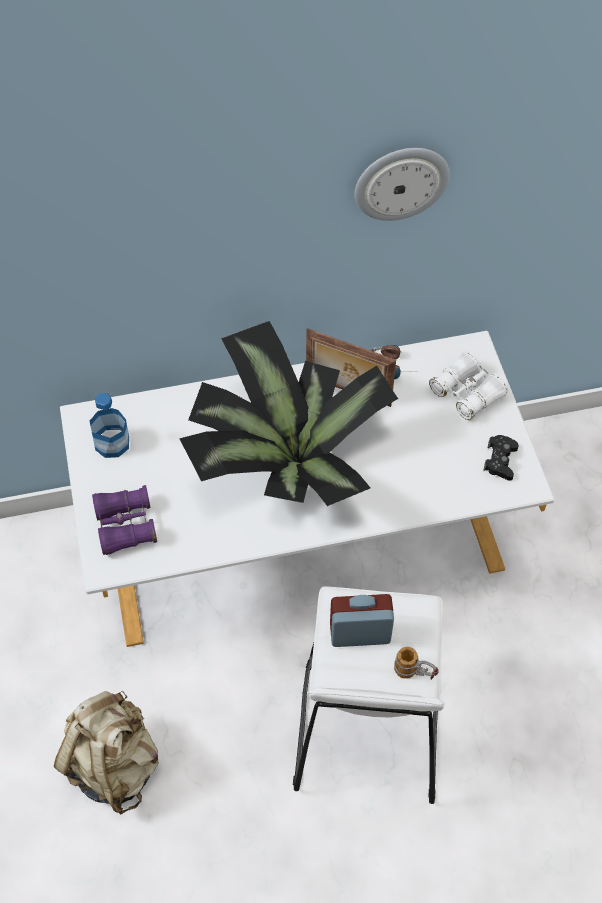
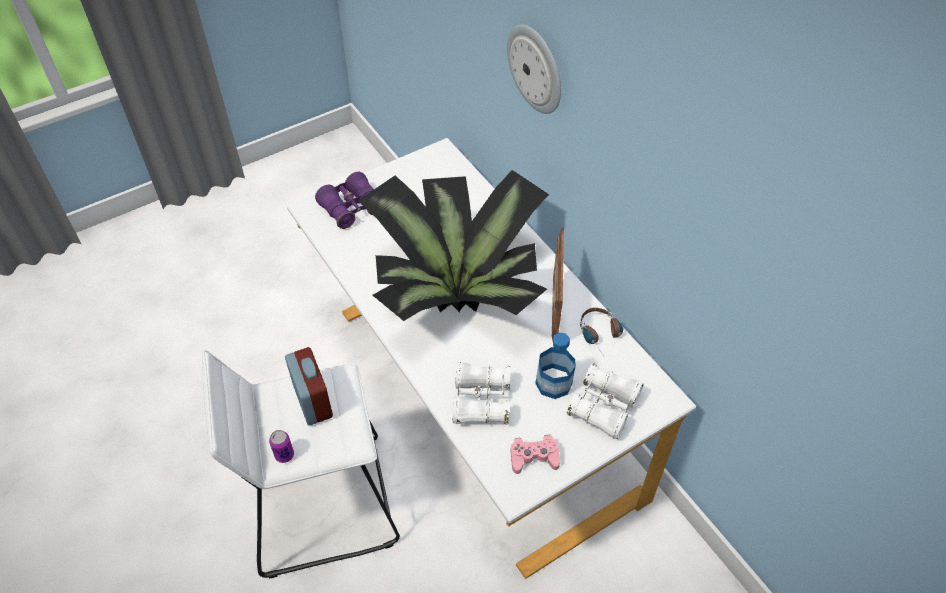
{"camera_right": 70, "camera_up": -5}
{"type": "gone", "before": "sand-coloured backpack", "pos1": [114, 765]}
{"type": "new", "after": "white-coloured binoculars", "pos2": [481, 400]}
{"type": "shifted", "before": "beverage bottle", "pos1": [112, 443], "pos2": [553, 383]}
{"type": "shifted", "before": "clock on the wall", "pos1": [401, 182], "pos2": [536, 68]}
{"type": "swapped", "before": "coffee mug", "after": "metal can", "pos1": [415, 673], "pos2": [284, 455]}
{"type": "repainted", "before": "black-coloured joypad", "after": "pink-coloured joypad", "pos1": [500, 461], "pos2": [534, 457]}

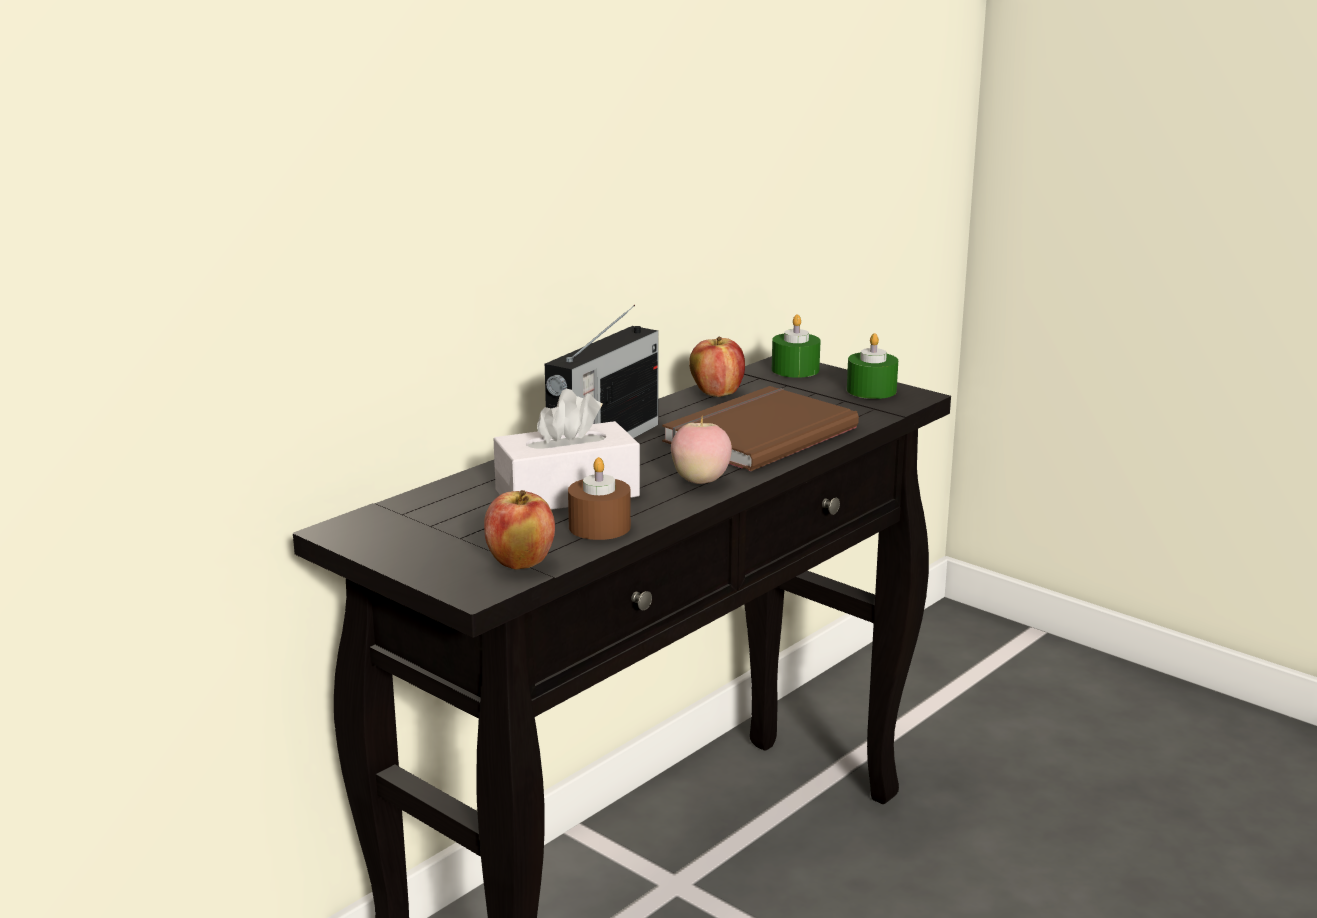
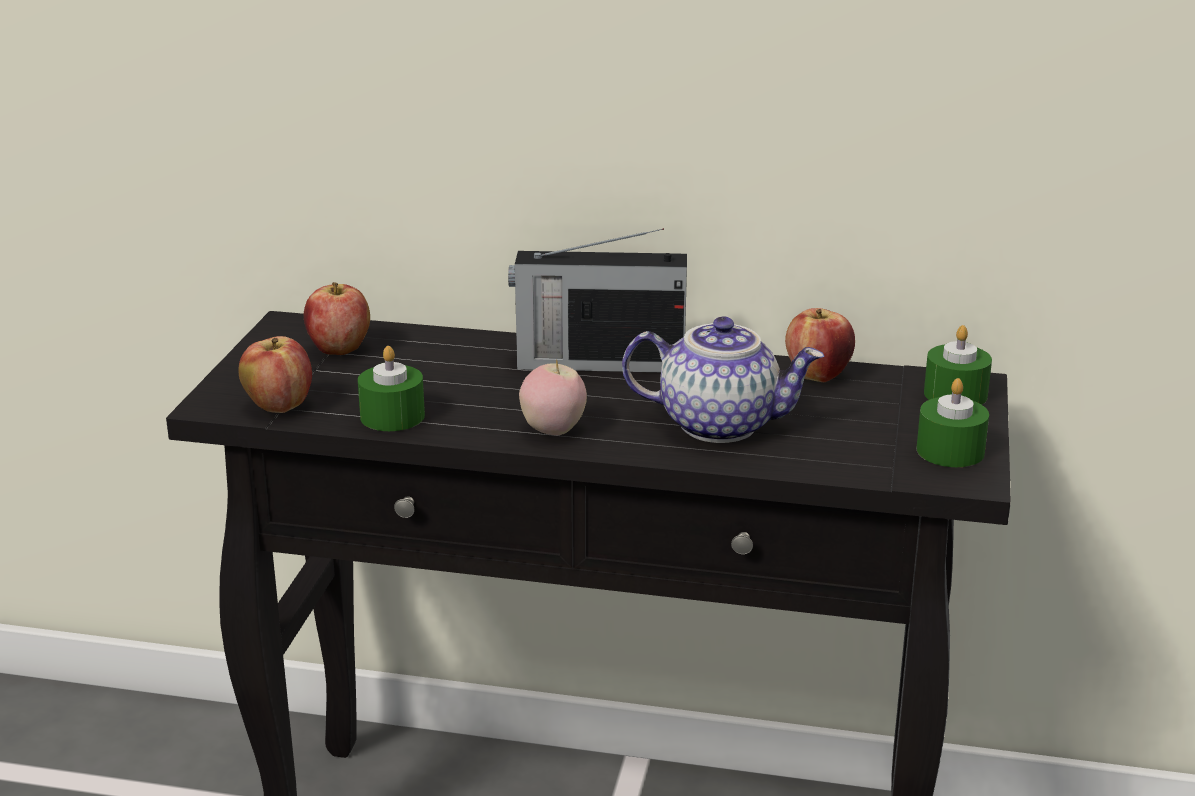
{"camera_right": 60, "camera_up": 5}
{"type": "gone", "before": "white-coloured box of tissues", "pos1": [567, 493]}
{"type": "new", "after": "apple fruit", "pos2": [339, 350]}
{"type": "swapped", "before": "brown book", "after": "pot for tea", "pos1": [755, 434], "pos2": [720, 424]}
{"type": "repainted", "before": "brown wax light", "after": "green wax light", "pos1": [599, 527], "pos2": [392, 416]}

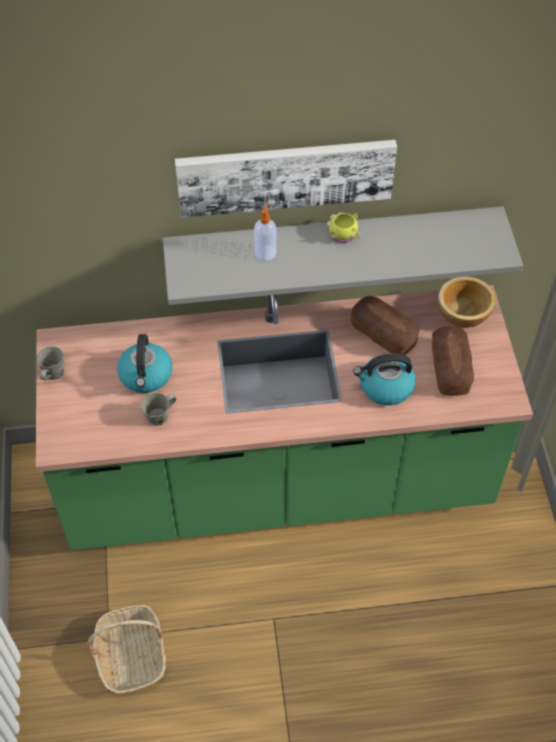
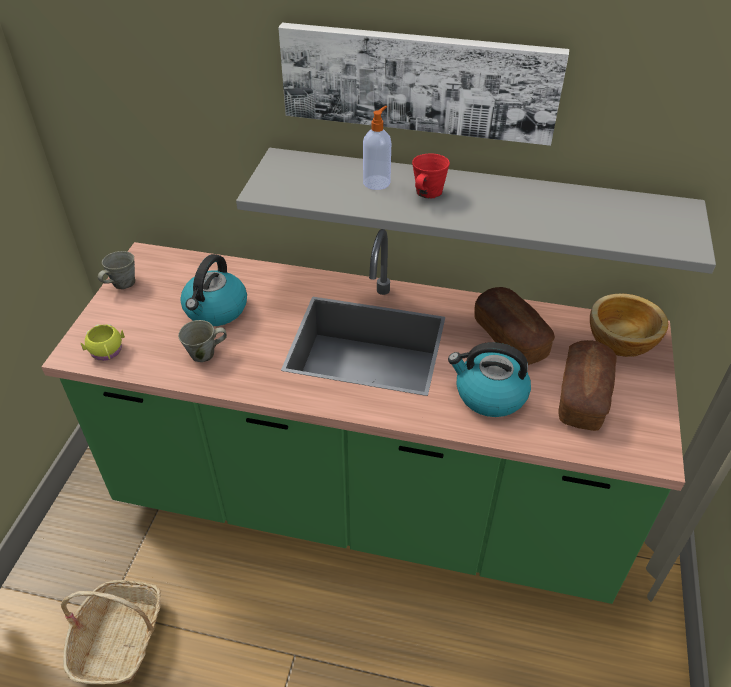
{"camera_right": 20, "camera_up": -10}
{"type": "new", "after": "red coffee mug", "pos2": [427, 193]}
{"type": "shifted", "before": "yellowish coffee mug", "pos1": [344, 235], "pos2": [107, 352]}

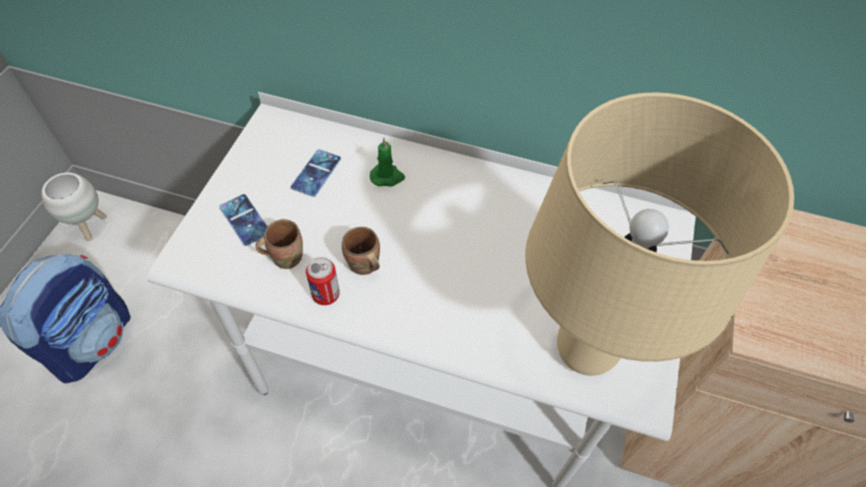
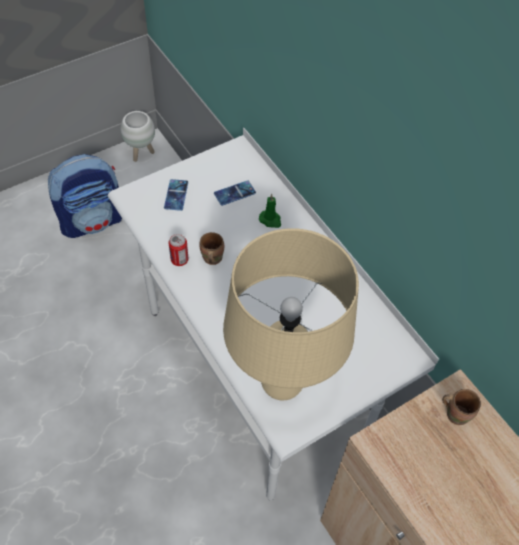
{"camera_right": 40, "camera_up": 0}
{"type": "shifted", "before": "brown coffee mug", "pos1": [285, 256], "pos2": [456, 413]}

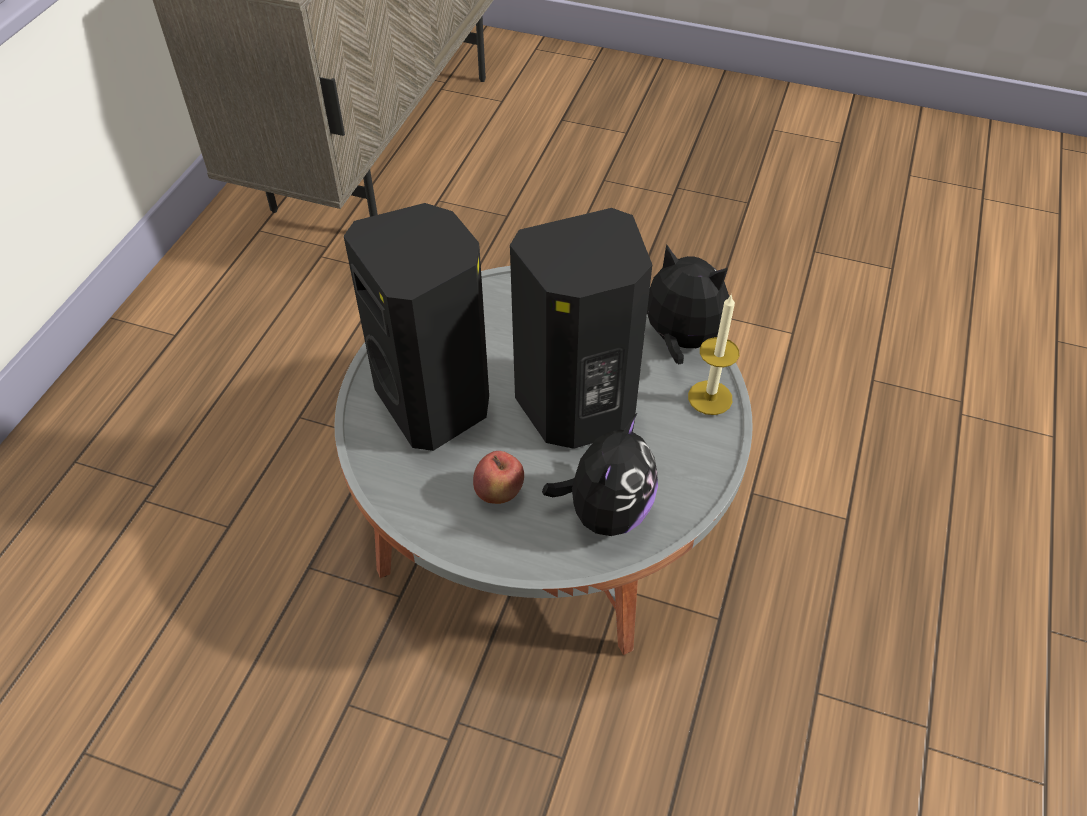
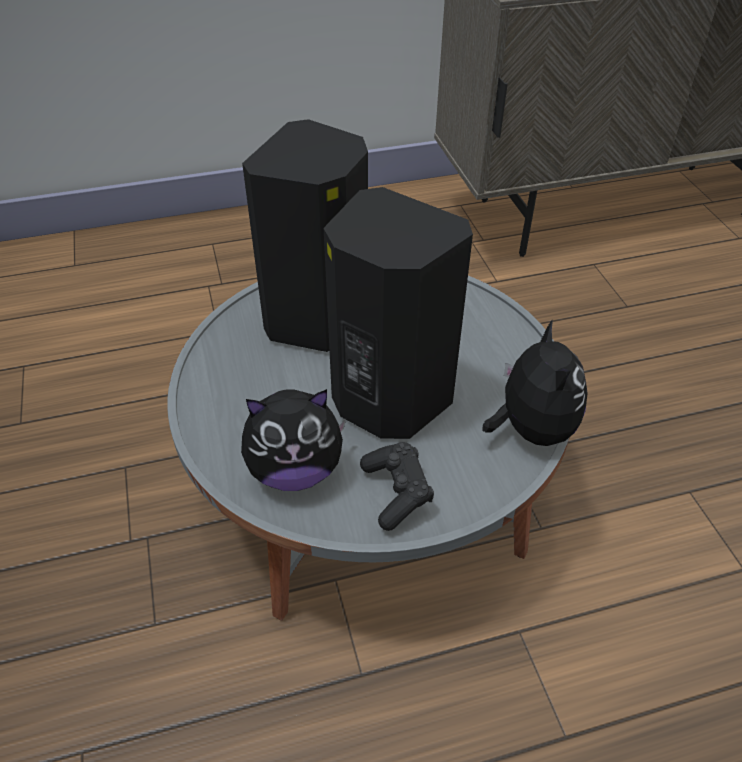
{"camera_right": 55, "camera_up": -5}
{"type": "gone", "before": "apple fruit", "pos1": [499, 493]}
{"type": "gone", "before": "wax light", "pos1": [710, 397]}
{"type": "new", "after": "black-coloured joypad", "pos2": [397, 492]}

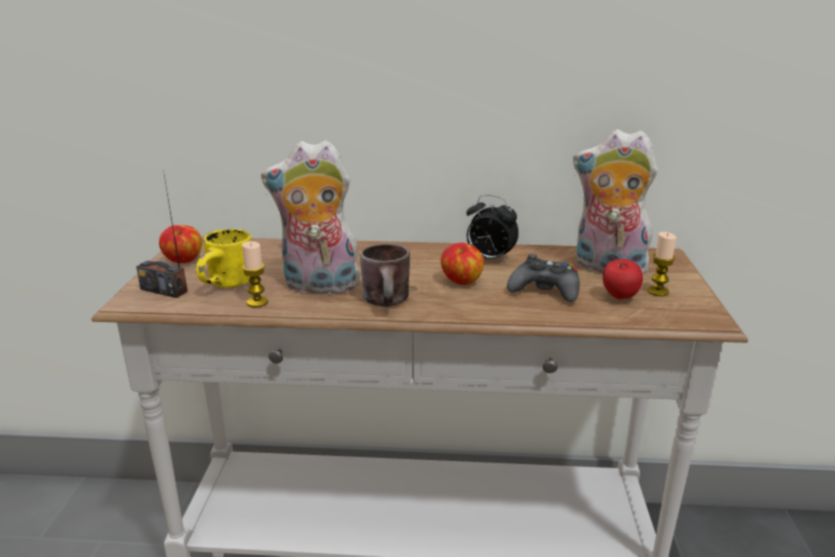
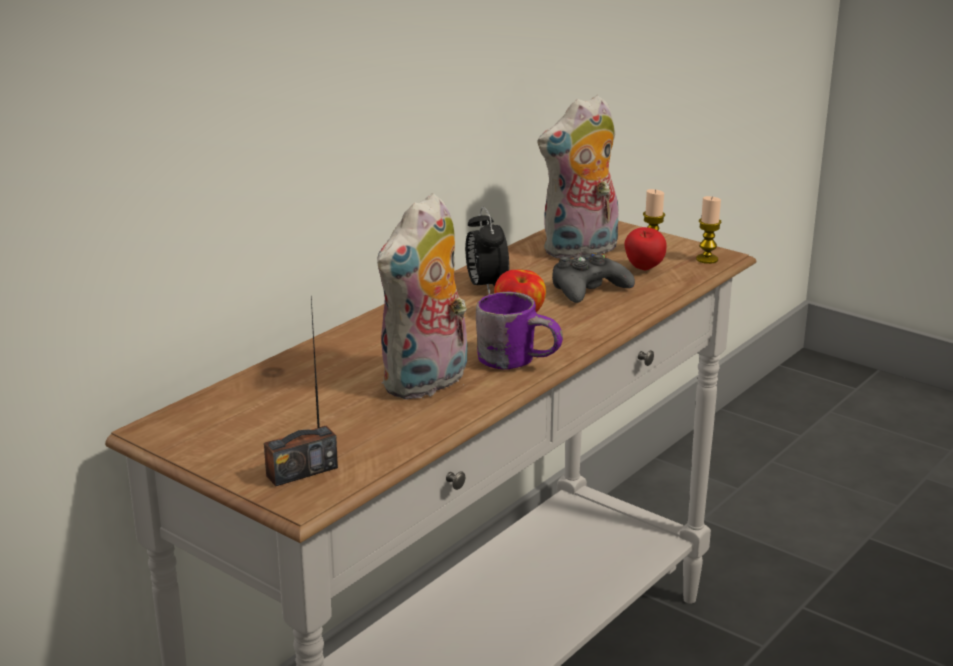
{"camera_right": -55, "camera_up": 0}
{"type": "gone", "before": "apple fruit", "pos1": [183, 261]}
{"type": "gone", "before": "yellowish coffee mug", "pos1": [230, 285]}
{"type": "shifted", "before": "wax light", "pos1": [257, 302], "pos2": [707, 259]}
{"type": "repainted", "before": "brown coffee mug", "after": "purplish coffee mug", "pos1": [390, 302], "pos2": [519, 360]}
{"type": "rotated", "before": "bedside clock", "pos1": [489, 259], "pos2": [486, 287], "turn": 105}

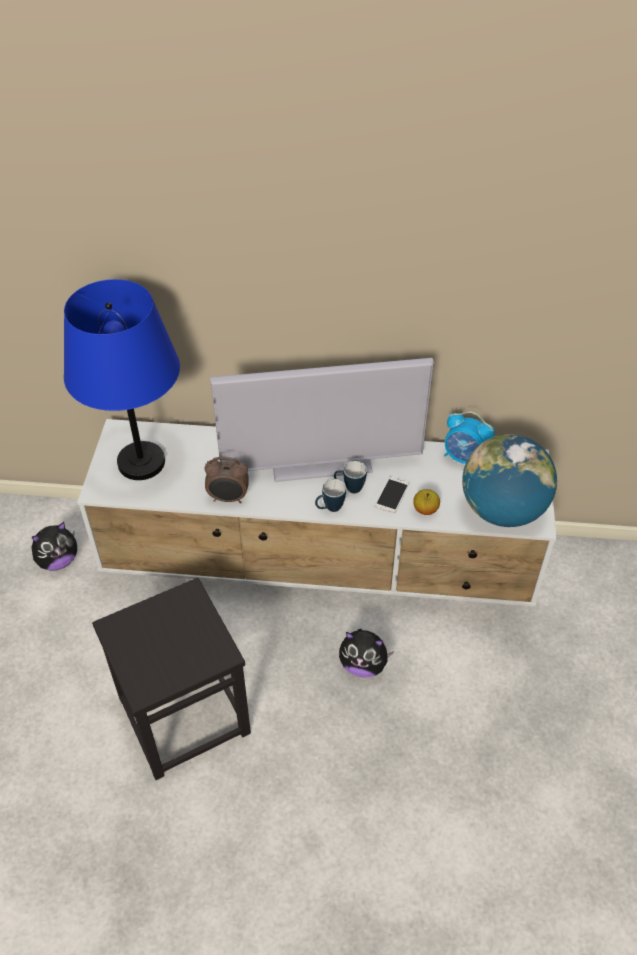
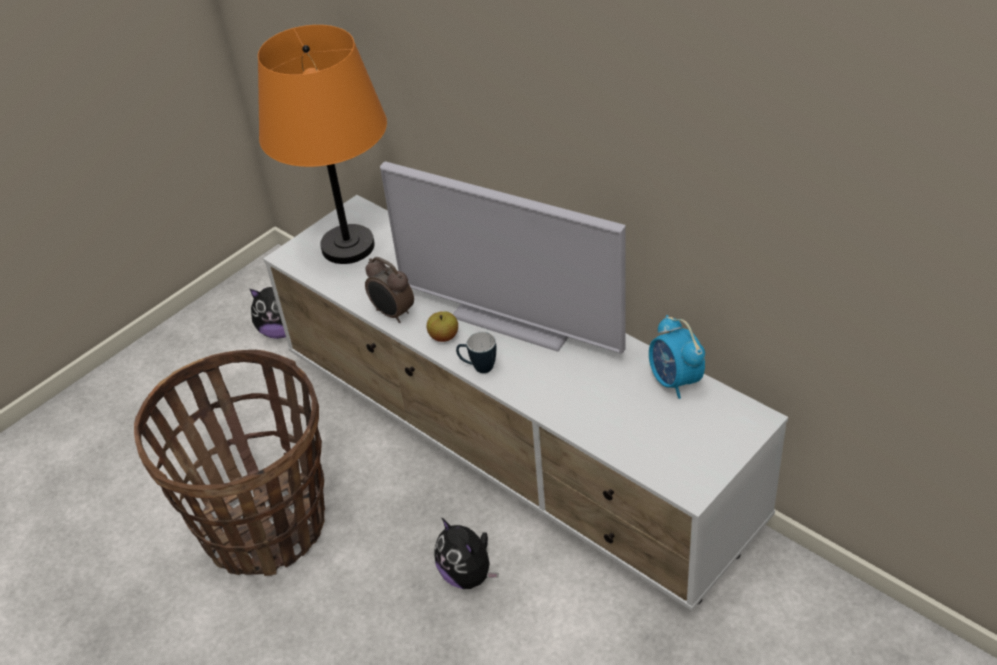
{"camera_right": 40, "camera_up": -5}
{"type": "gone", "before": "coffee mug", "pos1": [349, 488]}
{"type": "gone", "before": "telephone", "pos1": [392, 495]}
{"type": "gone", "before": "world globe", "pos1": [502, 510]}
{"type": "shifted", "before": "apple fruit", "pos1": [425, 509], "pos2": [444, 337]}
{"type": "swapped", "before": "black-coloured sitting stool", "after": "basket", "pos1": [184, 714], "pos2": [265, 525]}
{"type": "repainted", "before": "blue-coloured tabletop lamp", "after": "orangey tabletop lamp", "pos1": [142, 463], "pos2": [348, 247]}

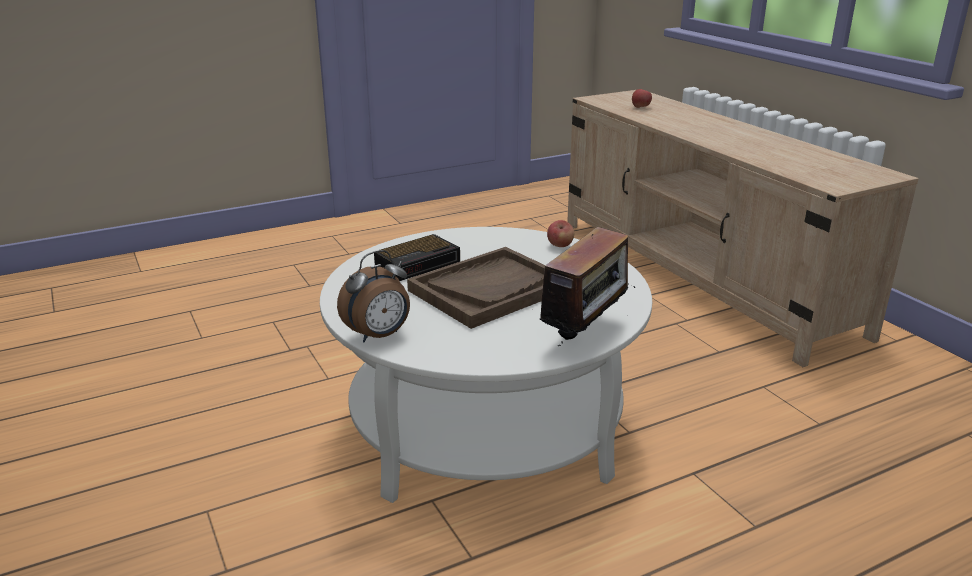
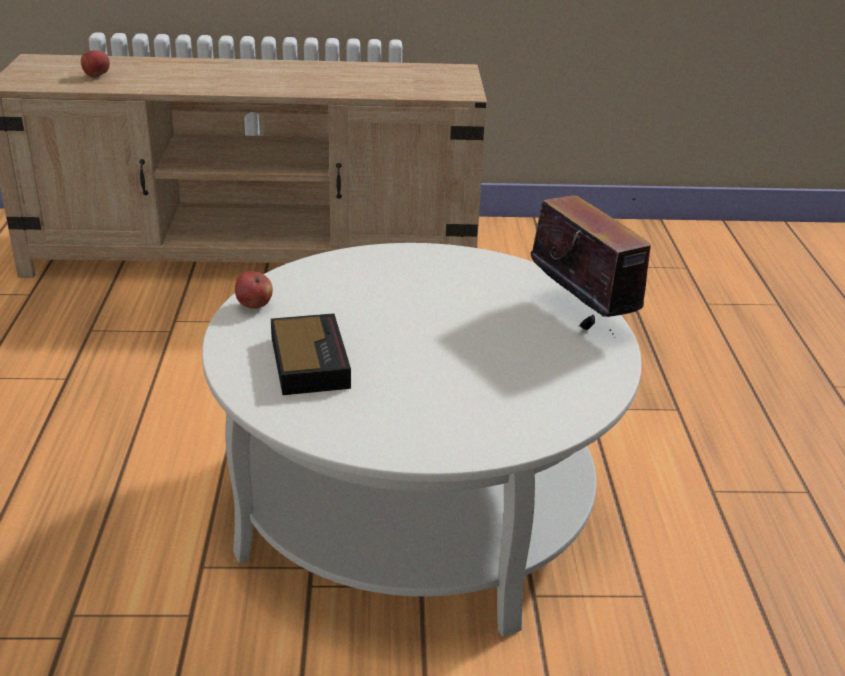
{"camera_right": -65, "camera_up": 5}
{"type": "gone", "before": "bedside clock", "pos1": [379, 336]}
{"type": "gone", "before": "brown serving tray", "pos1": [489, 289]}
{"type": "shifted", "before": "apple fruit", "pos1": [560, 246], "pos2": [254, 306]}

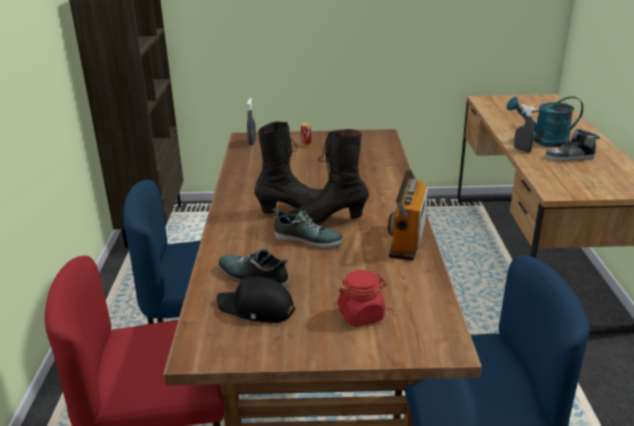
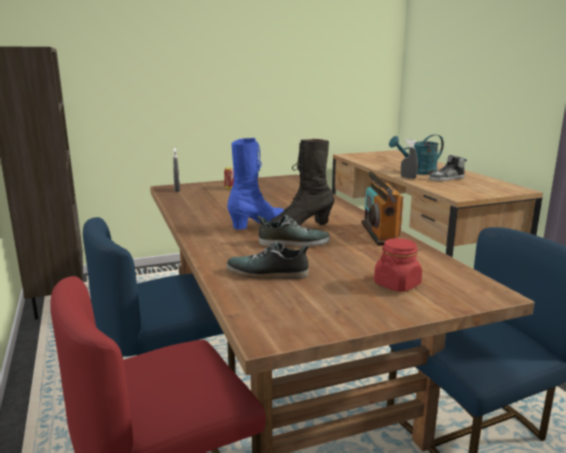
{"camera_right": -20, "camera_up": -10}
{"type": "gone", "before": "black-coloured cap", "pos1": [256, 309]}
{"type": "repainted", "before": "black-coloured high-top boot", "after": "blue-coloured high-top boot", "pos1": [294, 208], "pos2": [259, 225]}

